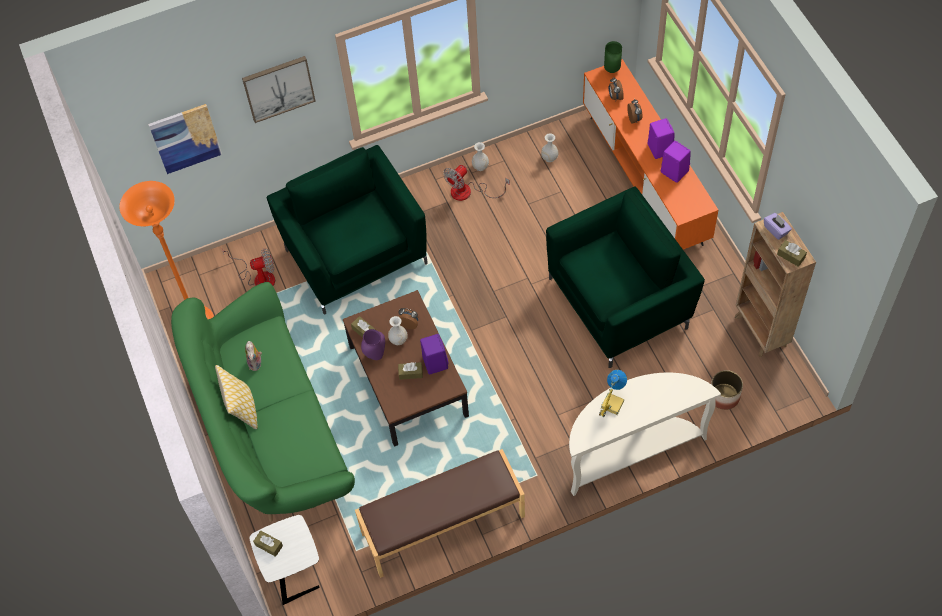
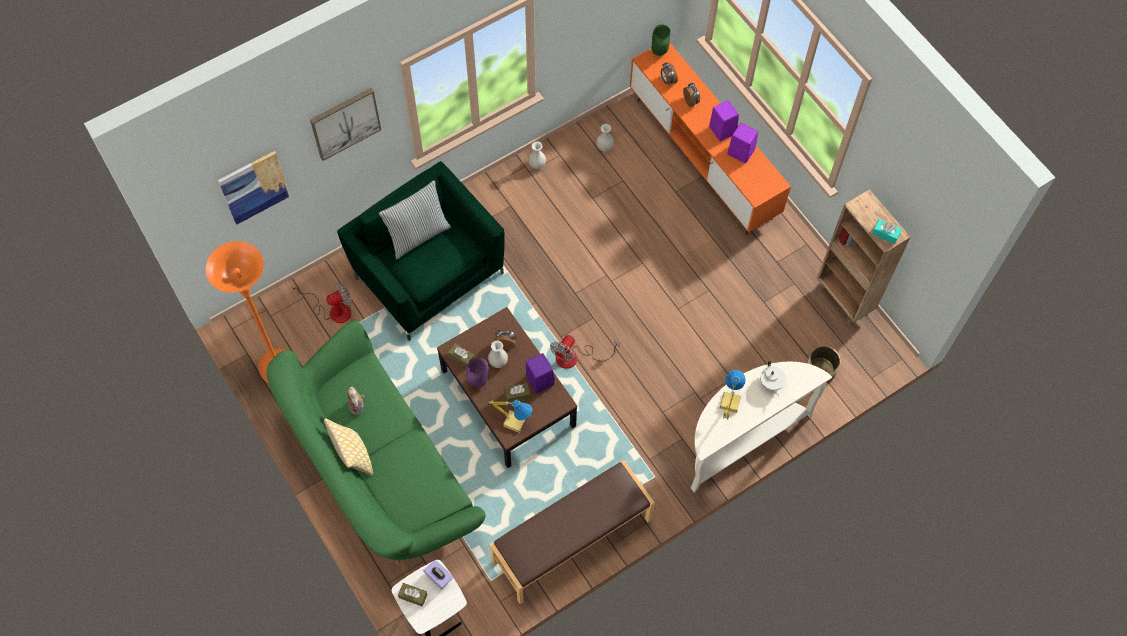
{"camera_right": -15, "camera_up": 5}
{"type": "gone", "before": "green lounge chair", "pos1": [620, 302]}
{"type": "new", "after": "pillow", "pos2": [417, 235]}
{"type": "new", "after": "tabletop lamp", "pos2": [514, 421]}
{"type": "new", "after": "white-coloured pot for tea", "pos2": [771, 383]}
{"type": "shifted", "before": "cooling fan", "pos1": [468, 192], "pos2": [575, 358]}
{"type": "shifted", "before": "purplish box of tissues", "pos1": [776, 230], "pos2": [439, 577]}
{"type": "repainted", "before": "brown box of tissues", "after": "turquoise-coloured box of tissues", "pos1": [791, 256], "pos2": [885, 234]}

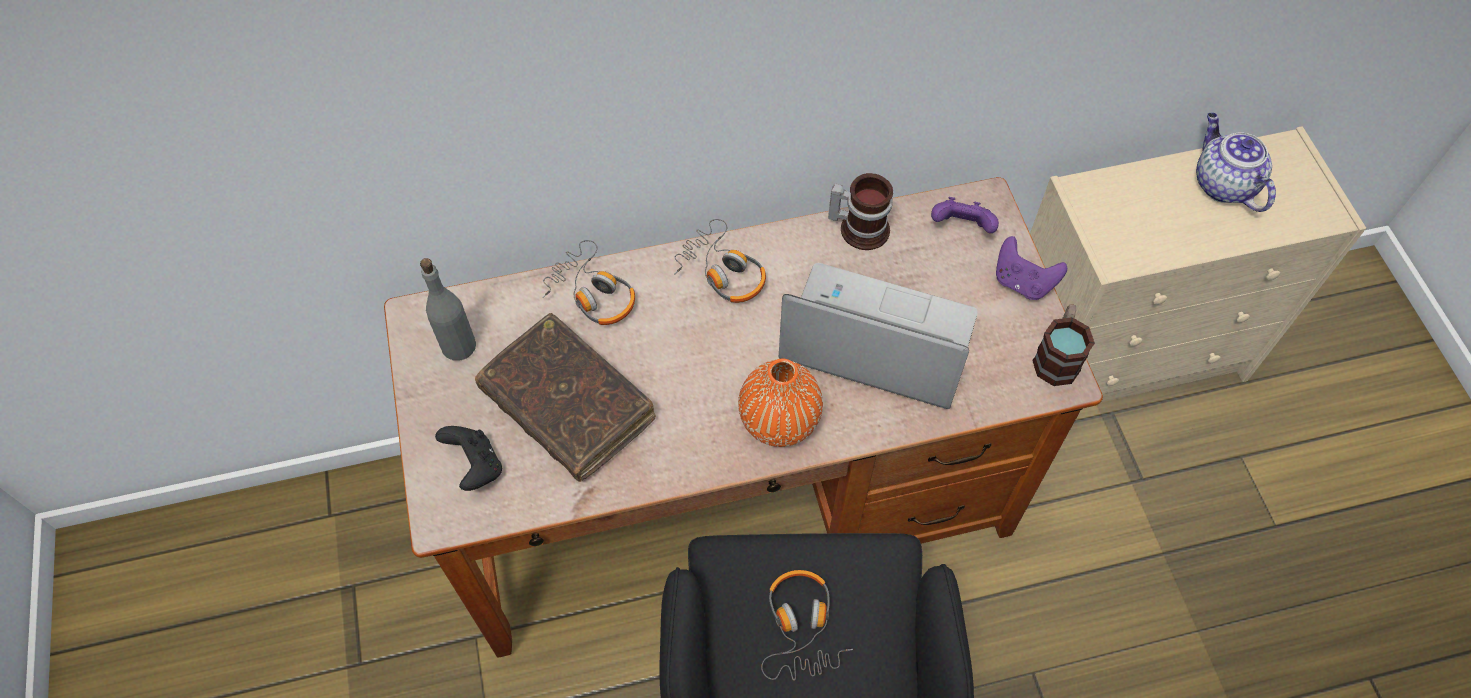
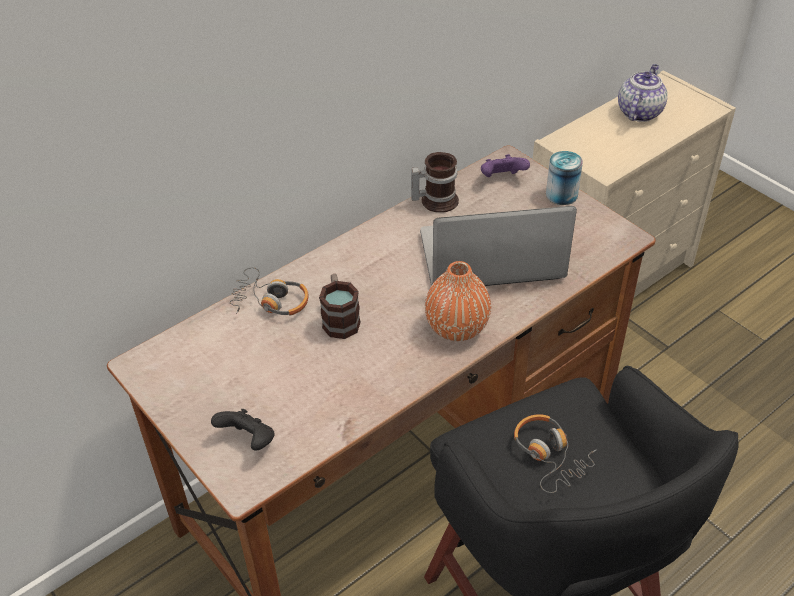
{"camera_right": -25, "camera_up": -15}
{"type": "gone", "before": "gray beverage bottle", "pos1": [459, 345]}
{"type": "gone", "before": "brown book", "pos1": [567, 405]}
{"type": "gone", "before": "headset", "pos1": [723, 271]}
{"type": "shifted", "before": "coffee mug", "pos1": [1057, 356], "pos2": [340, 318]}
{"type": "swapped", "before": "purplish joypad", "after": "metal can", "pos1": [1022, 282], "pos2": [561, 194]}
{"type": "rotated", "before": "pot for tea", "pos1": [1222, 184], "pos2": [639, 112], "turn": 75}

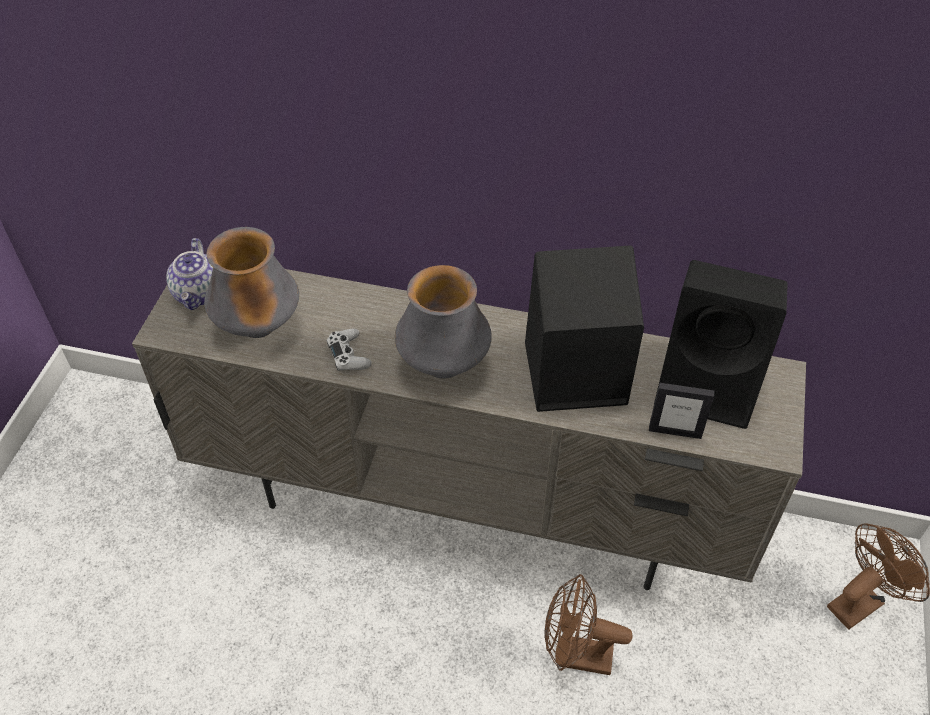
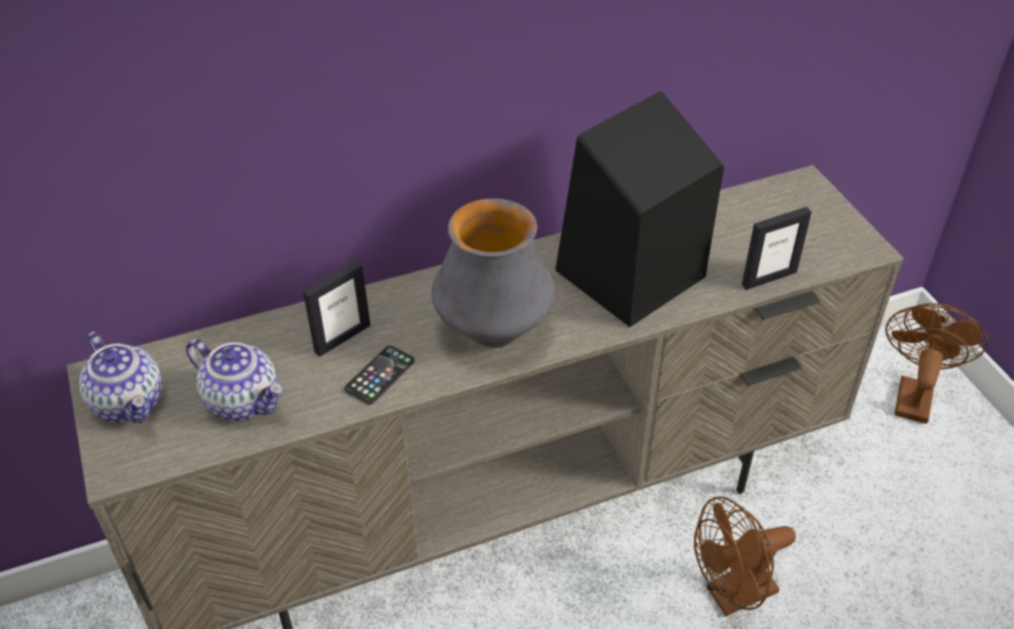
{"camera_right": -35, "camera_up": -5}
{"type": "gone", "before": "black-coloured audio speaker", "pos1": [711, 383]}
{"type": "new", "after": "picture frame", "pos2": [342, 338]}
{"type": "swapped", "before": "vase", "after": "pot for tea", "pos1": [259, 327], "pos2": [243, 400]}
{"type": "swapped", "before": "white-coloured joypad", "after": "telephone", "pos1": [349, 355], "pos2": [380, 375]}

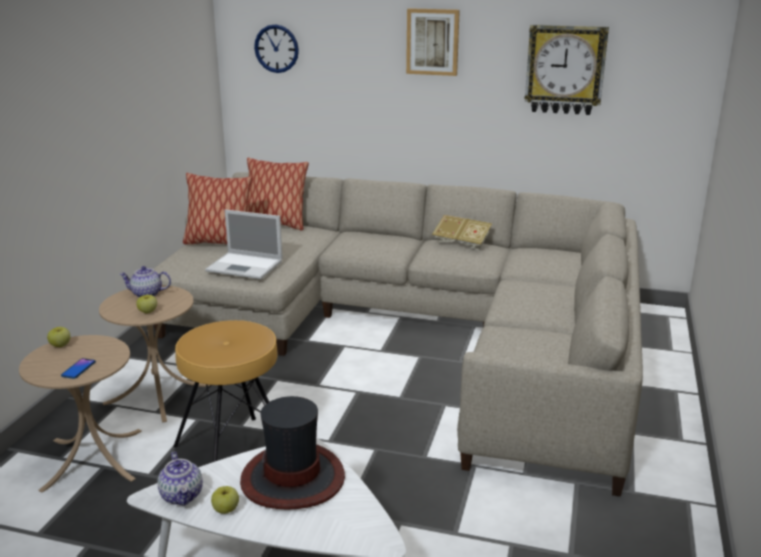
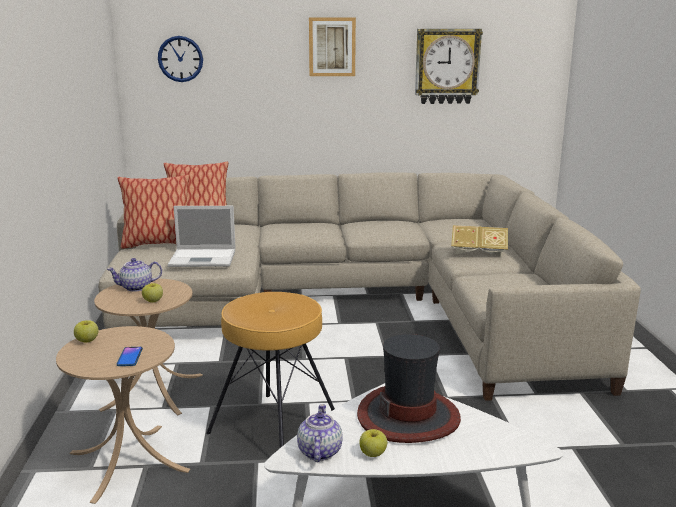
{"camera_right": -20, "camera_up": -5}
{"type": "shifted", "before": "book", "pos1": [462, 243], "pos2": [478, 252]}
{"type": "rotated", "before": "pot for tea", "pos1": [182, 495], "pos2": [319, 451], "turn": -135}

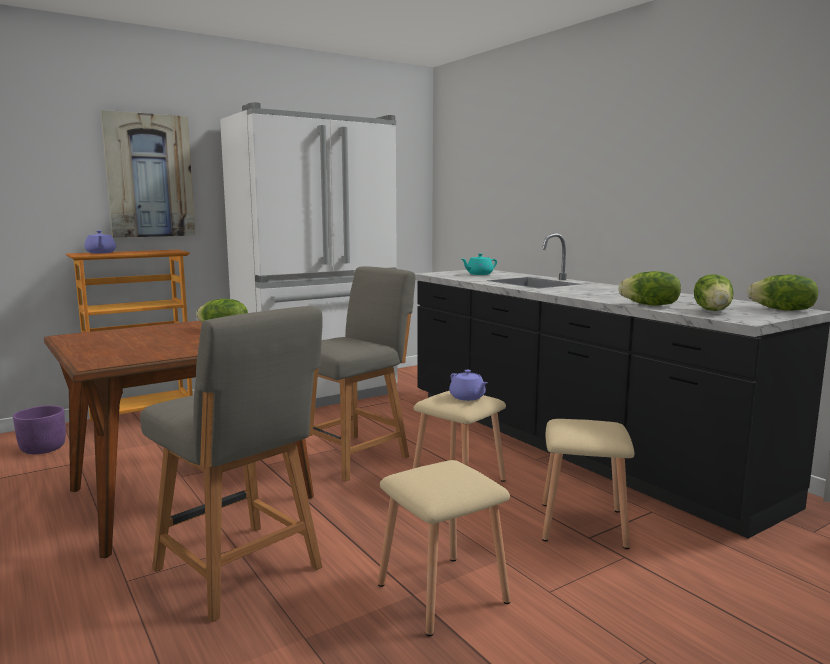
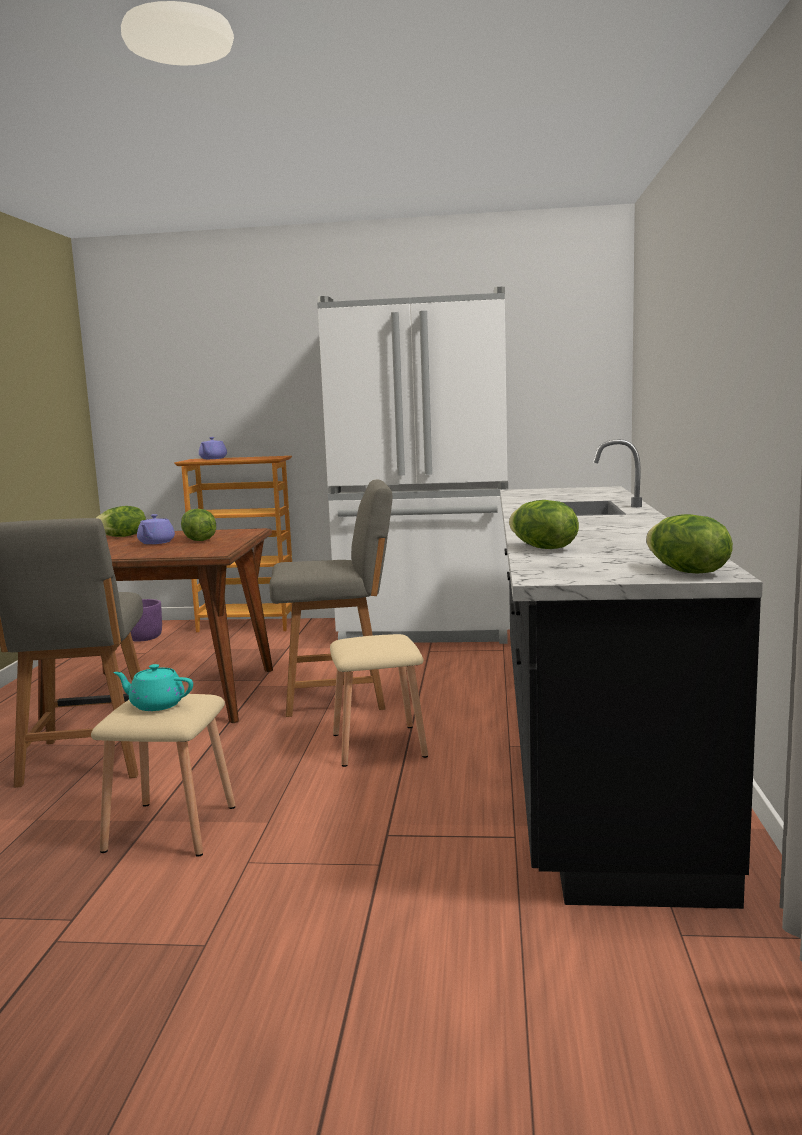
{"camera_right": 40, "camera_up": 0}
{"type": "gone", "before": "wall art", "pos1": [149, 176]}
{"type": "gone", "before": "sand-coloured sitting stool", "pos1": [581, 524]}
{"type": "shifted", "before": "purplish pot for tea", "pos1": [468, 397], "pos2": [156, 543]}
{"type": "shifted", "before": "turquoise-coloured pot for tea", "pos1": [479, 274], "pos2": [156, 705]}
{"type": "shifted", "before": "lettuce", "pos1": [713, 310], "pos2": [122, 536]}

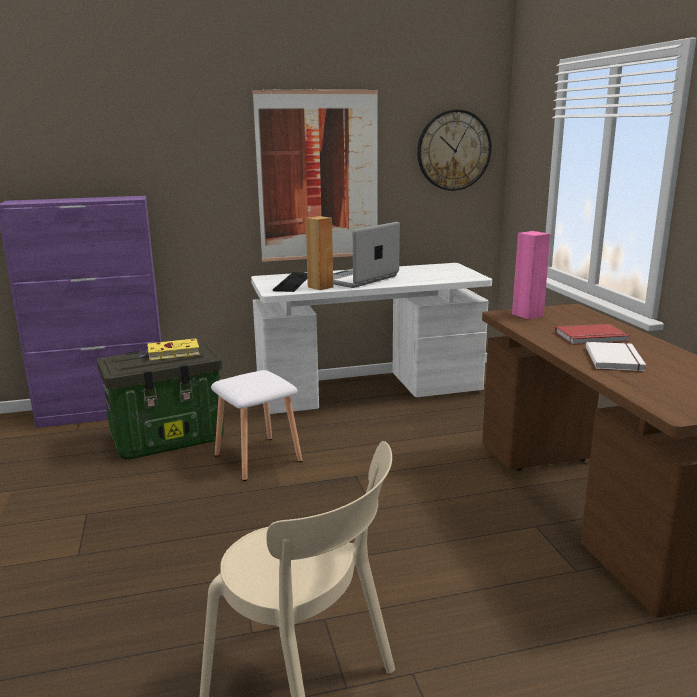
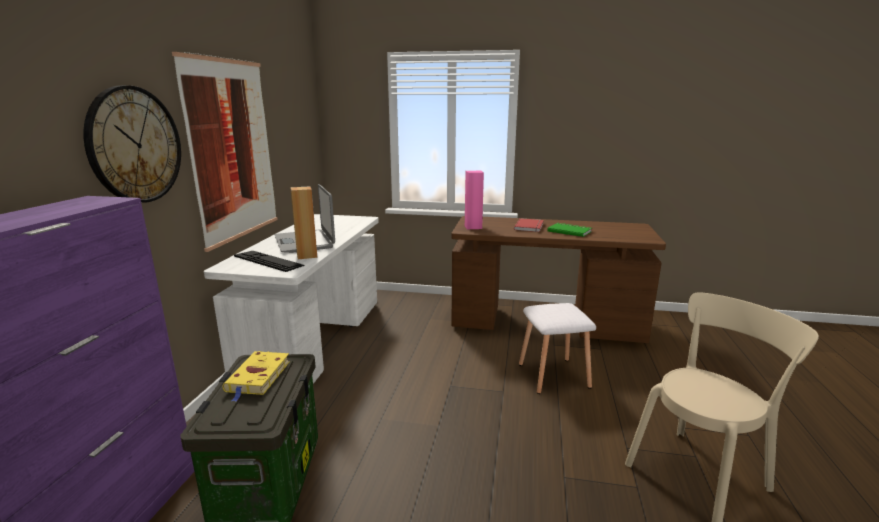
{"camera_right": -65, "camera_up": 0}
{"type": "shifted", "before": "white-coloured sitting stool", "pos1": [256, 458], "pos2": [552, 376]}
{"type": "shifted", "before": "clock on the wall", "pos1": [453, 150], "pos2": [135, 145]}
{"type": "repainted", "before": "white-coloured book", "after": "green book", "pos1": [616, 359], "pos2": [569, 231]}

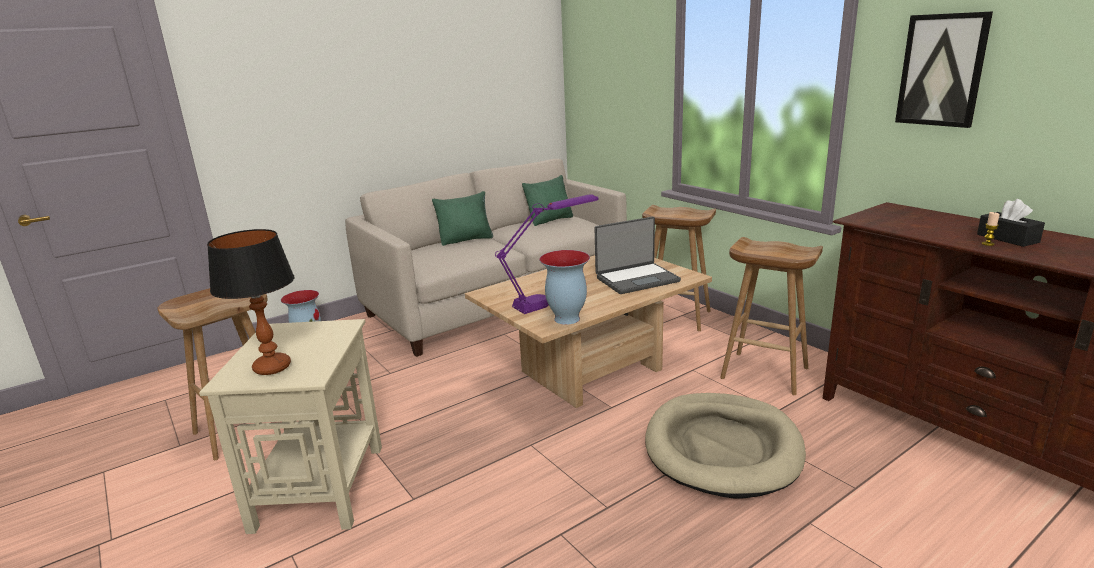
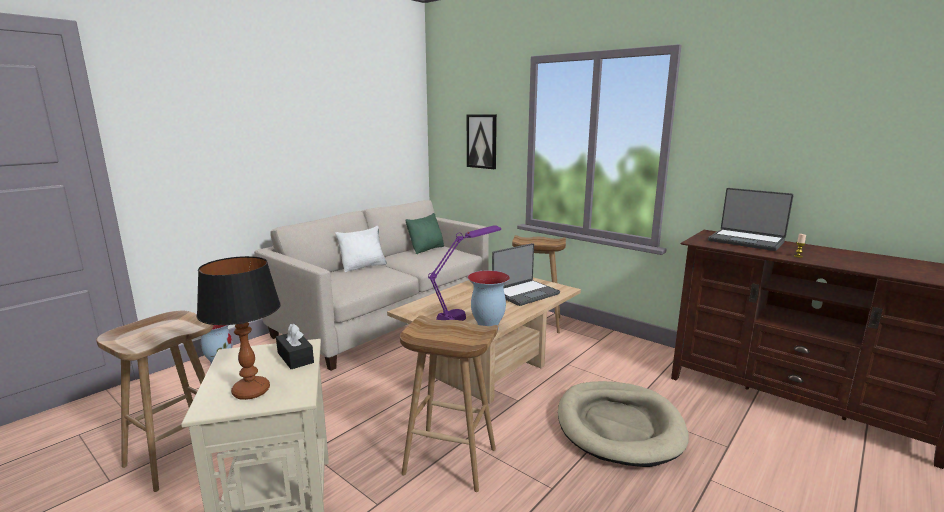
{"camera_right": -15, "camera_up": -5}
{"type": "new", "after": "notebook computer", "pos2": [746, 241]}
{"type": "shifted", "before": "brown sitting stool", "pos1": [763, 373], "pos2": [448, 461]}
{"type": "shifted", "before": "wall art", "pos1": [942, 70], "pos2": [482, 141]}
{"type": "shifted", "before": "black-coloured box of tissues", "pos1": [1007, 238], "pos2": [295, 357]}
{"type": "repainted", "before": "green pillow", "after": "white-coloured pillow", "pos1": [466, 240], "pos2": [363, 267]}

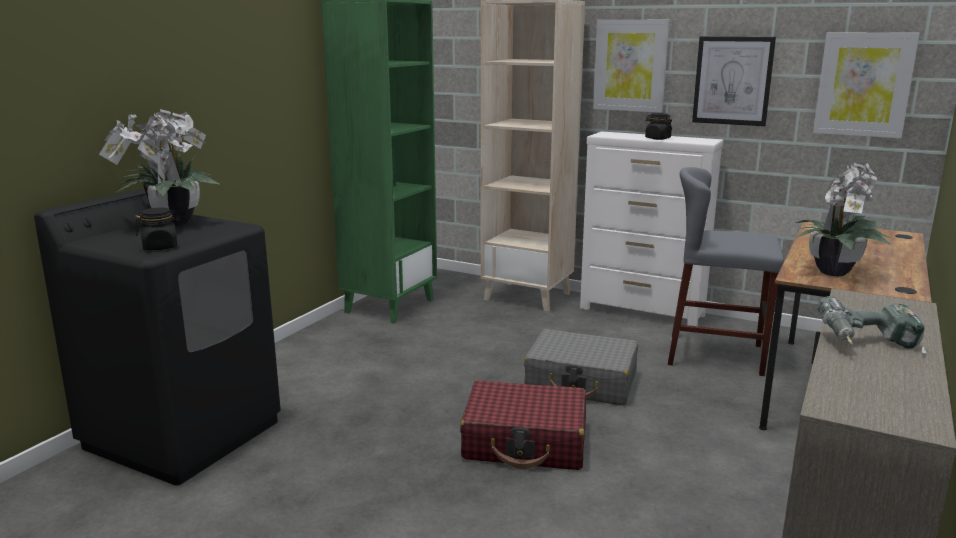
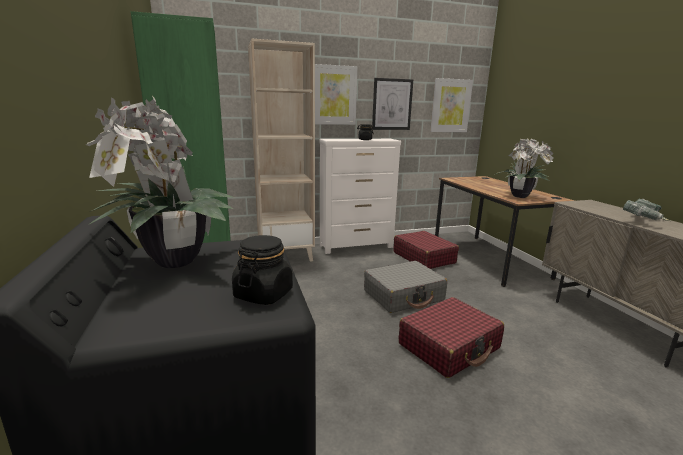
{"camera_right": -45, "camera_up": 0}
{"type": "swapped", "before": "gray sitting stool", "after": "red piece of luggage", "pos1": [715, 354], "pos2": [423, 257]}

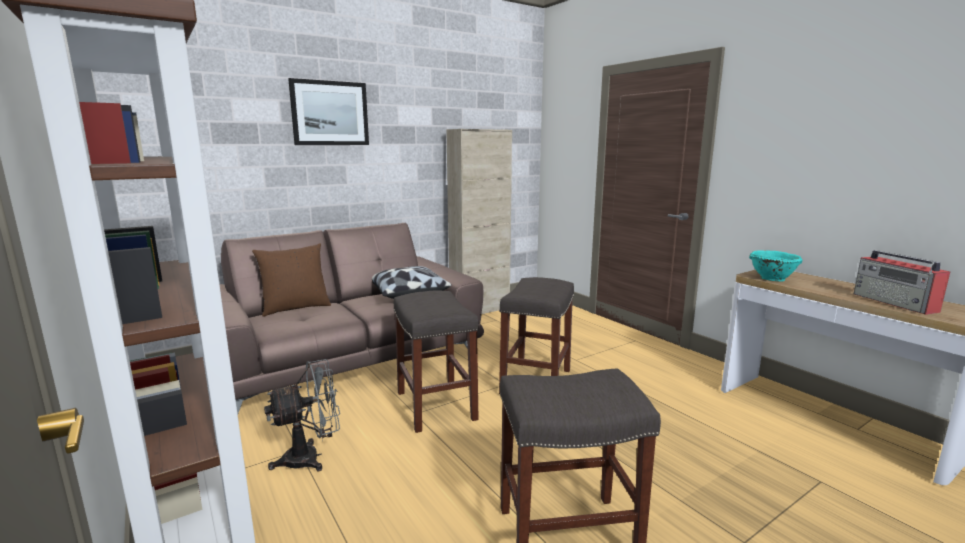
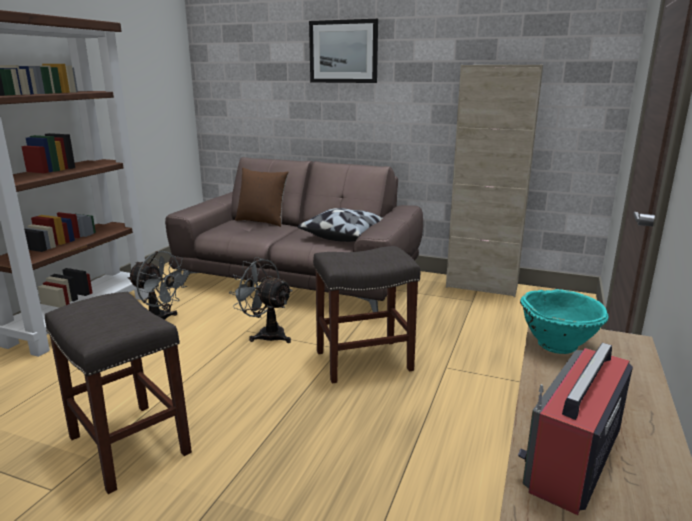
{"camera_right": 55, "camera_up": 5}
{"type": "swapped", "before": "gray sitting stool", "after": "gray cooling fan", "pos1": [437, 406], "pos2": [266, 334]}

